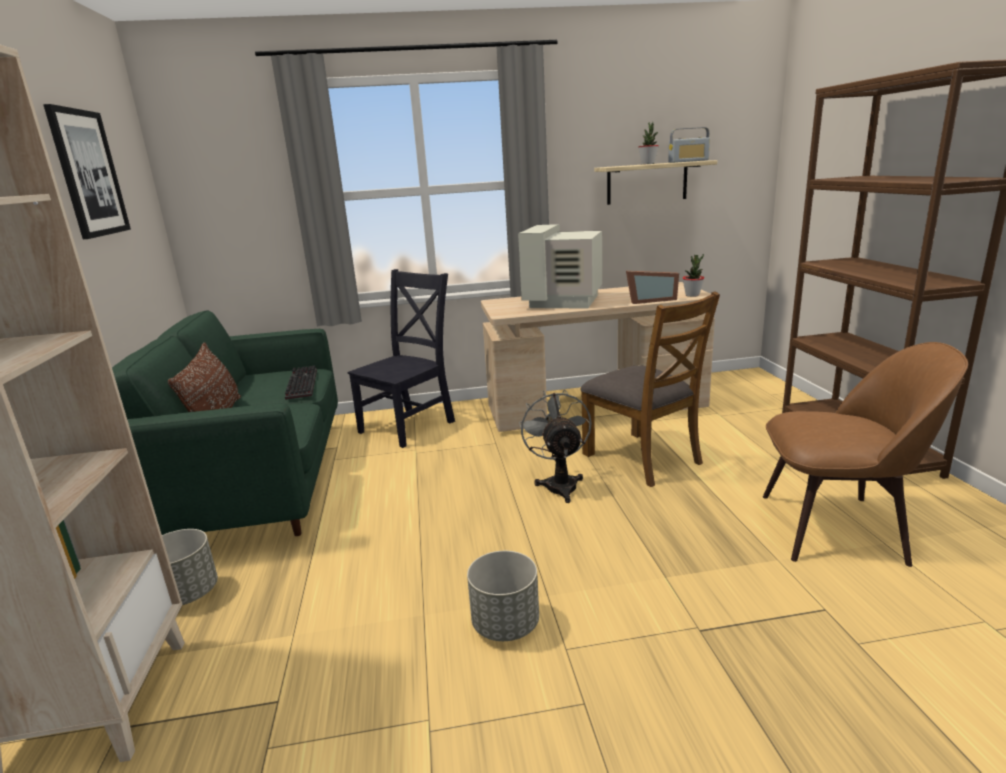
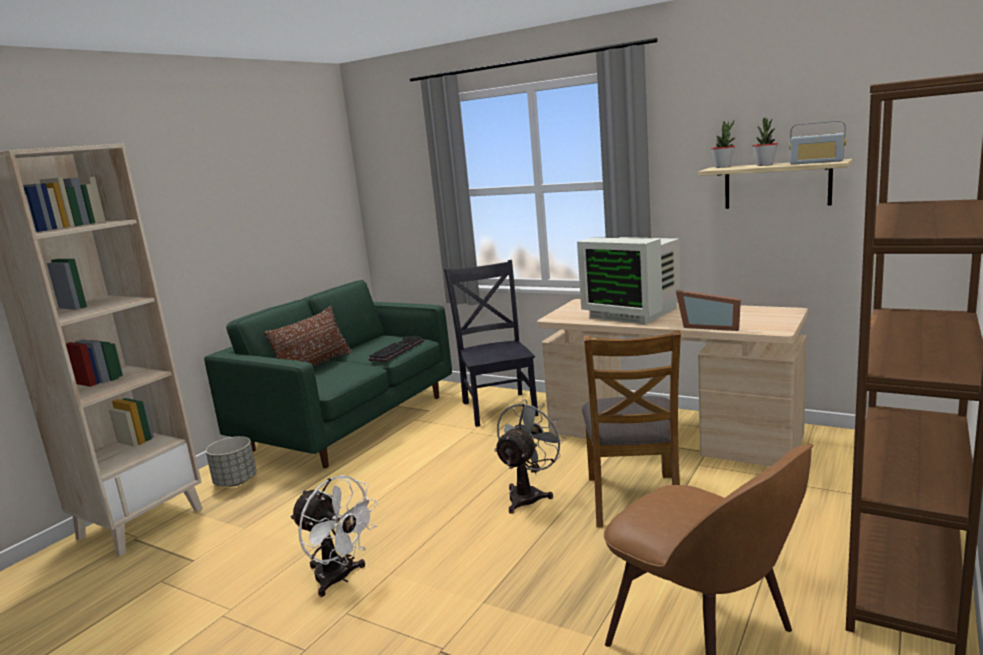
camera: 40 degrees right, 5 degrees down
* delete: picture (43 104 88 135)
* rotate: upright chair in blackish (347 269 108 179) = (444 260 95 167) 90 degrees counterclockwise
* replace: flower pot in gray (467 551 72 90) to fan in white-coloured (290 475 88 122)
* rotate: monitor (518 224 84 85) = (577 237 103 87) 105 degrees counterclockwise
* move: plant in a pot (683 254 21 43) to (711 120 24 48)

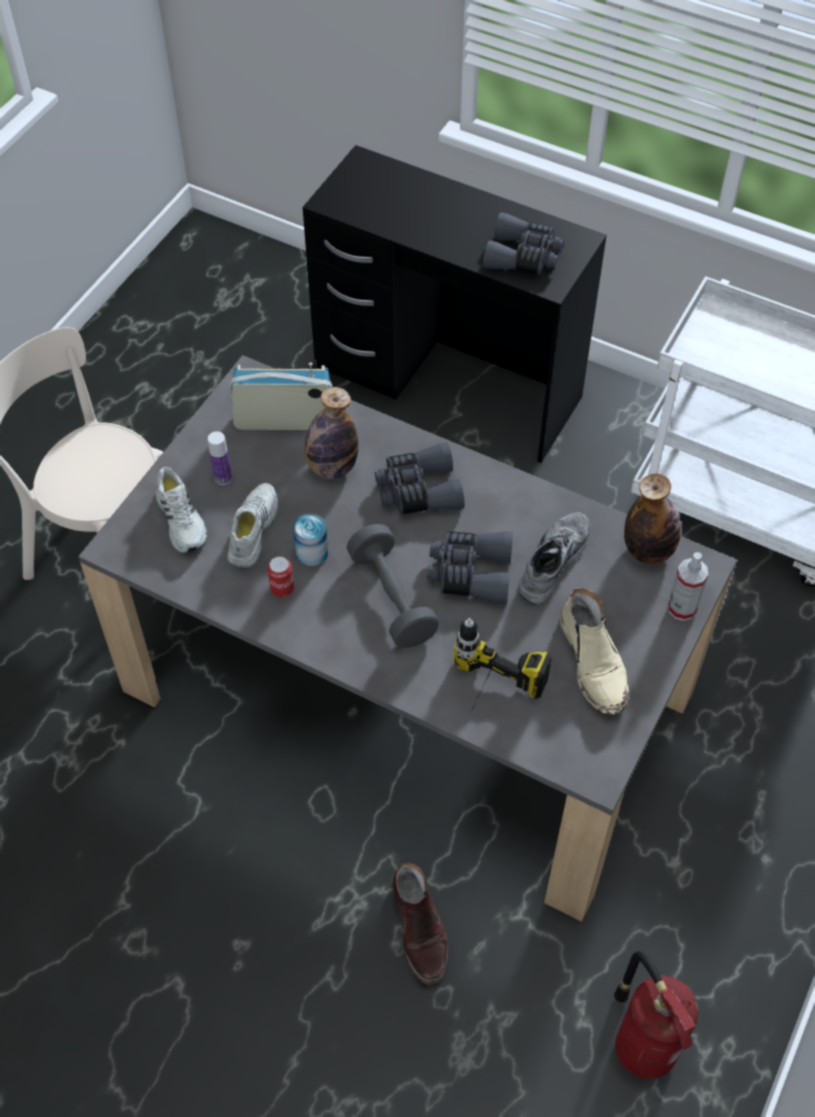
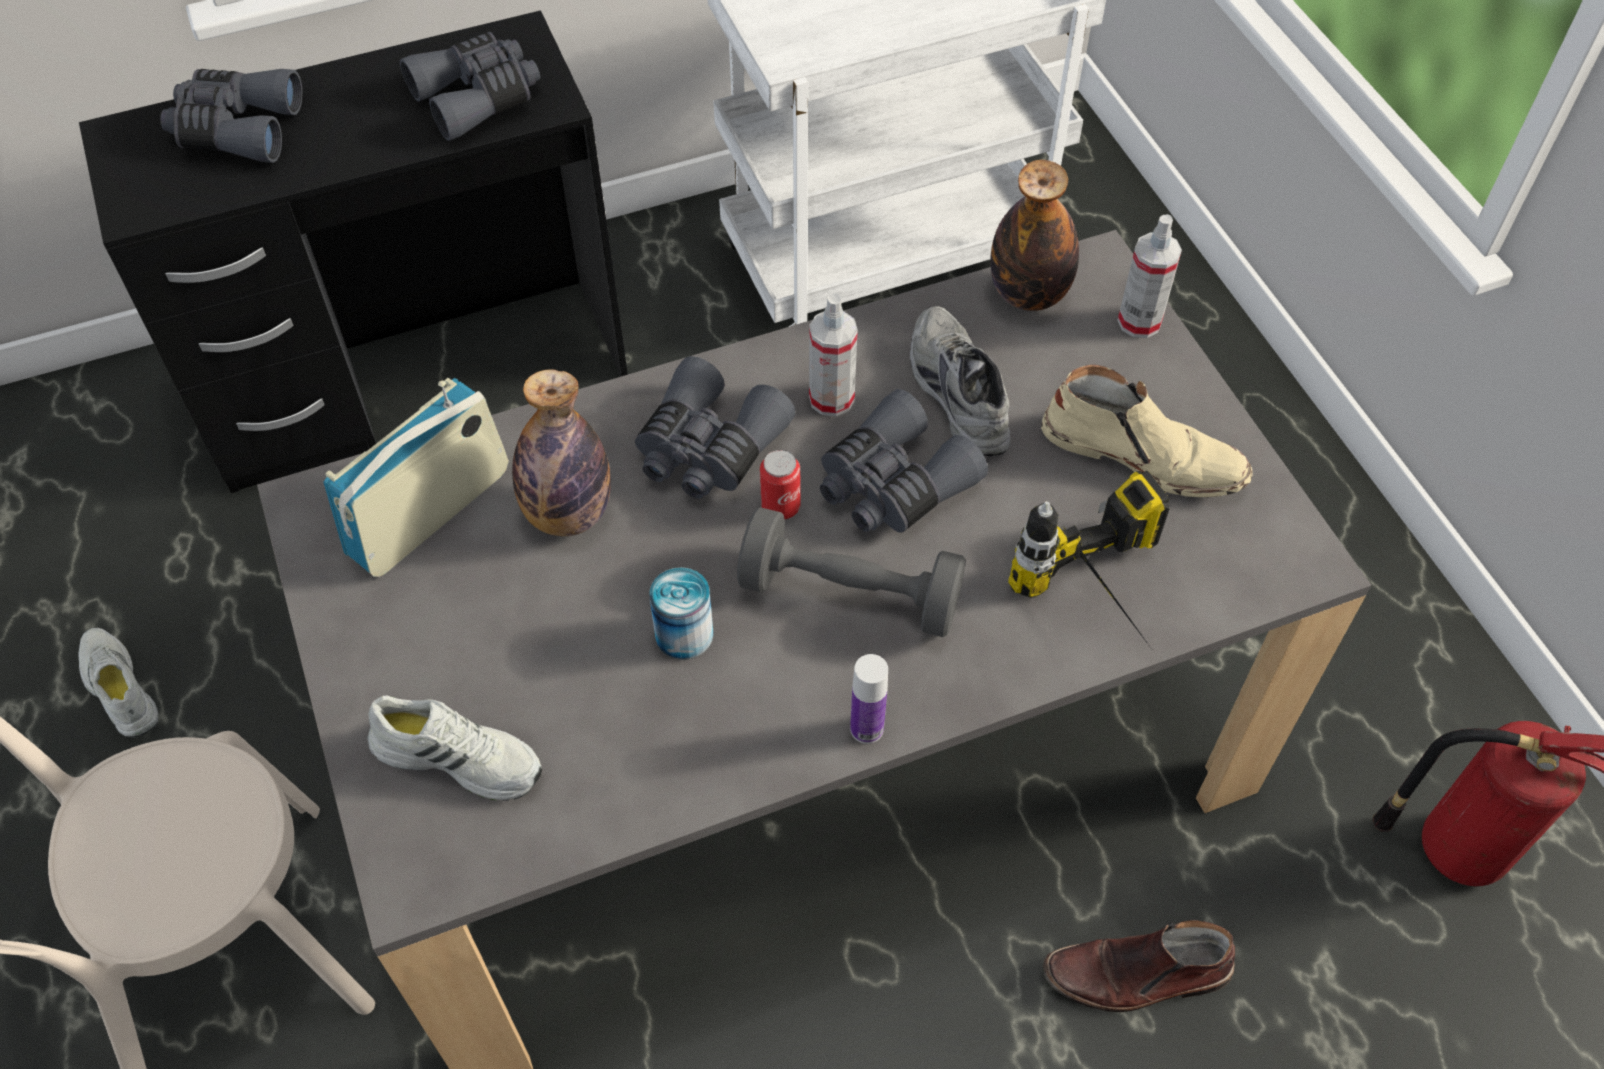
camera: 50 degrees left, 0 degrees up
* move: bottle (208 431 24 54) to (850 654 38 90)
* move: item of footwear in white-coloured (227 483 51 86) to (78 628 81 109)
* move: metal can (267 556 27 41) to (760 450 41 70)
* rotate: tall boot in brownish (392 862 56 122) = (1043 921 192 91) 150 degrees clockwise
* insert: binoculars in gray (160 69 143 94)
* insert: sprayer (809 293 49 124)

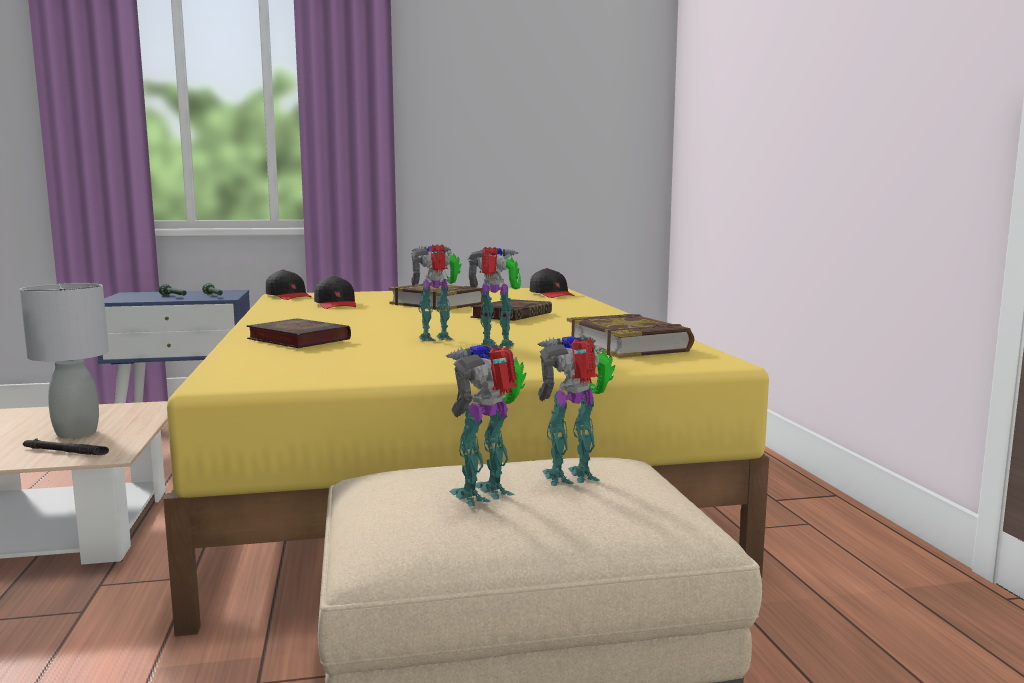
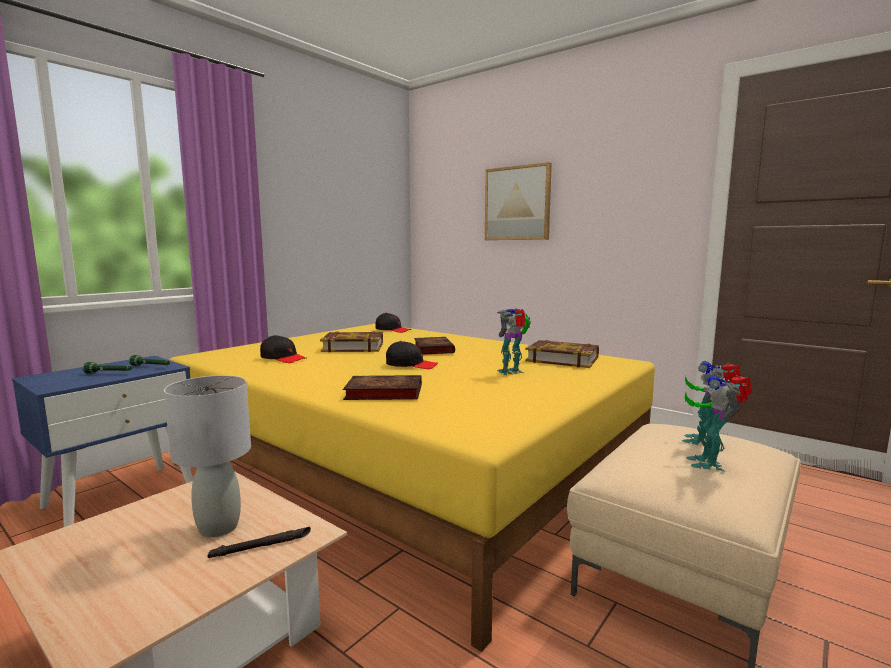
camera: 40 degrees left, 0 degrees up
* move: peaked cap in blackish (266 269 46 31) to (386 341 52 28)
* delete: toy robot (411 245 50 97)
* insert: picture (485 162 67 78)

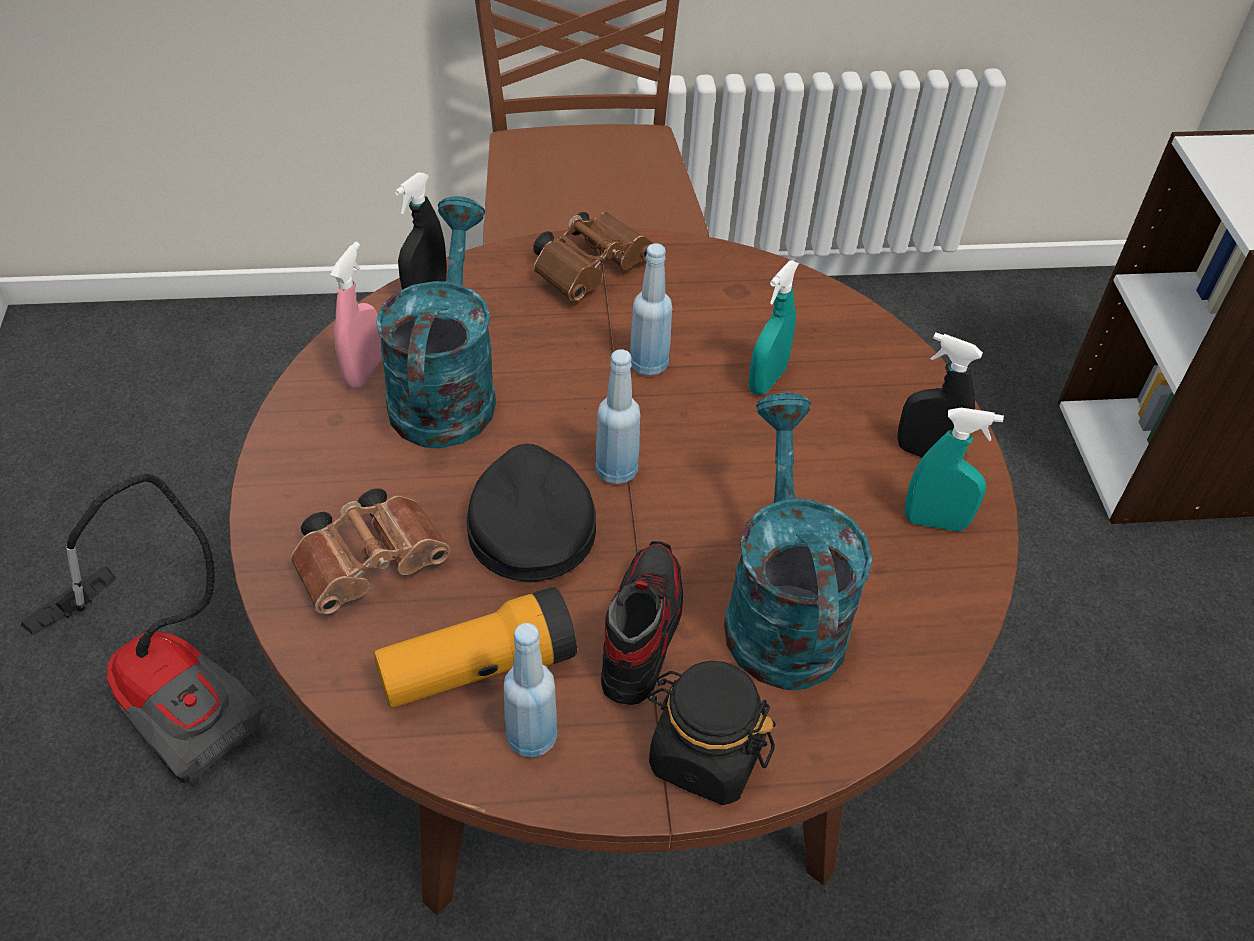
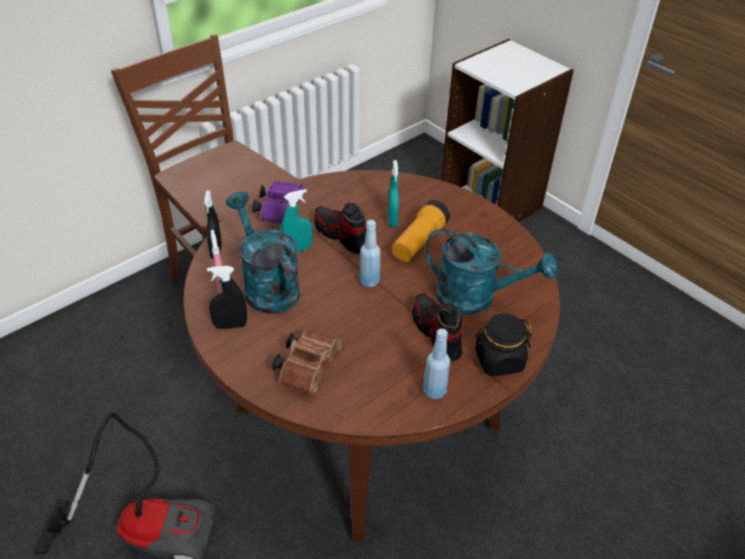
camera: 35 degrees left, 5 degrees down
* move: flashlight (374 587 203 121) to (392 200 58 62)
* delete: peaked cap in blackish (467 444 129 138)
* recolor: binoculars in brownish (533 212 120 89) to binoculars in purplish (252 181 52 42)
* replace: bottle in blue-coloured (630 243 42 133) to item of footwear (314 203 52 51)
* rotate: watering pot in blue-green (724 393 149 297) = (425 229 132 86) 150 degrees clockwise
* move: sprayer in blackish (897 332 86 125) to (207 266 40 63)
* move: sprayer in blue-green (905 408 99 123) to (281 189 32 63)

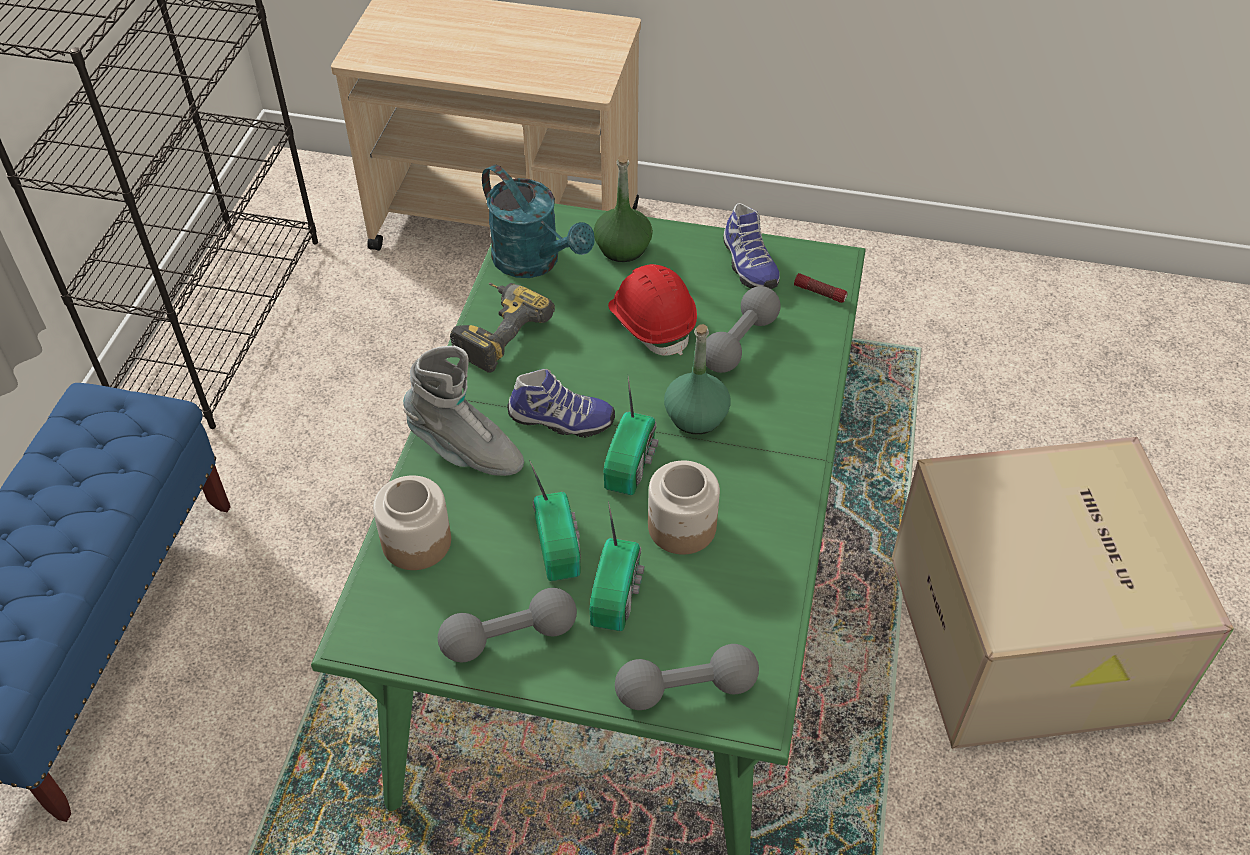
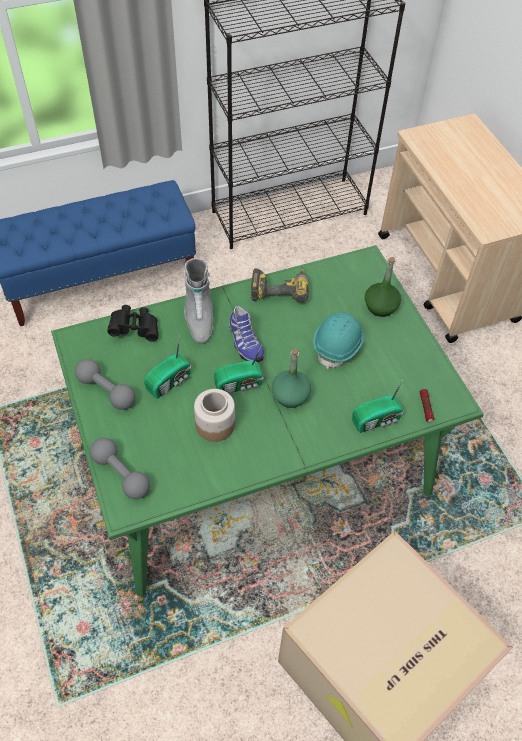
camera: 55 degrees right, 5 degrees up
* replace: preserve jar (373 475 78 95) to binoculars in blackish (108 305 51 37)
* delete: watering pot in blue-green (482 165 113 113)
* move: radio set (590 501 54 130) to (352 378 52 55)
* recolor: safety helmet in red (608 264 89 92) to safety helmet in blue-green (313 312 52 57)
* delete: hand weight in gray (706 286 75 87)
* delete: item of footwear (723 203 57 86)

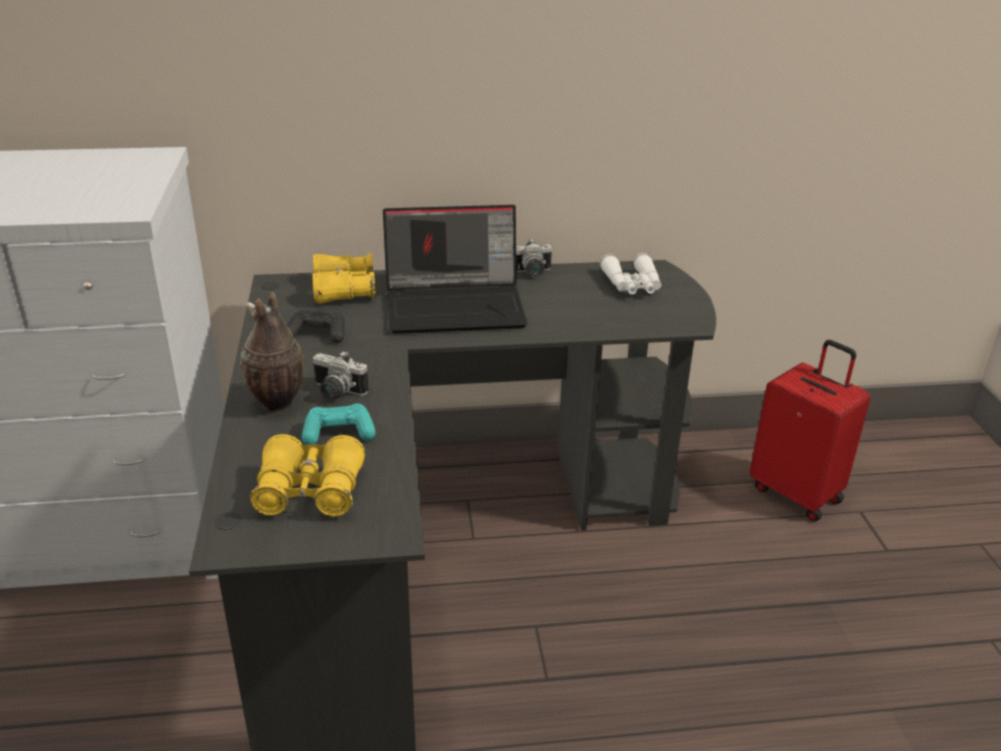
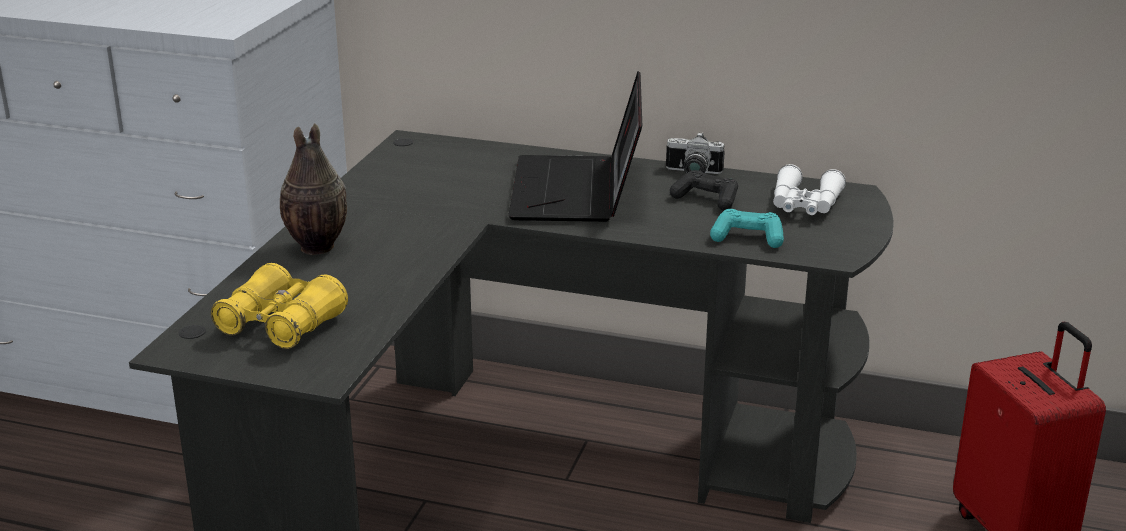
camera: 25 degrees right, 5 degrees down
* move: joypad in blackish (287 309 58 34) to (670 170 68 41)
* move: joypad in blue-green (302 404 74 41) to (710 209 74 39)
* delete: still camera (312 351 57 49)
* delete: binoculars in yellowish (313 253 63 51)
* rotate: portable computer (383 205 145 129) = (508 71 134 151) 75 degrees clockwise

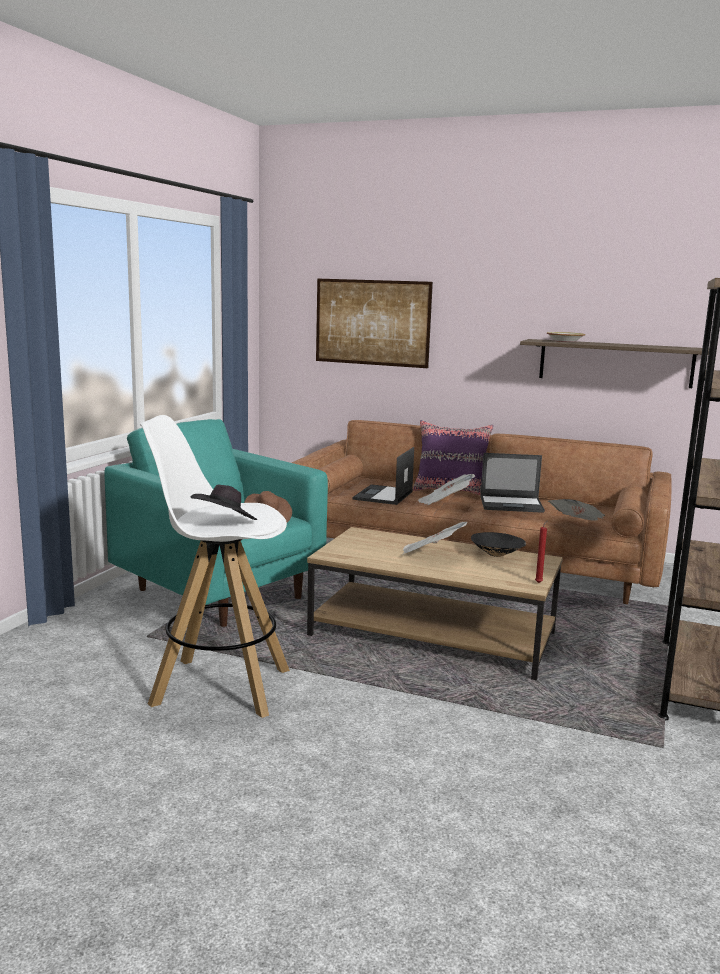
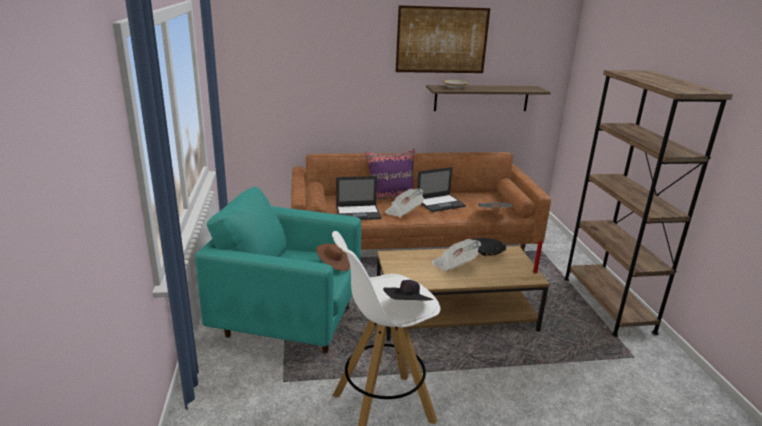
camera: 30 degrees left, 10 degrees up
* move: picture (316 279 117 89) to (395 5 95 68)
* rotate: portable computer (352 447 62 58) = (336 176 46 44) 90 degrees counterclockwise

